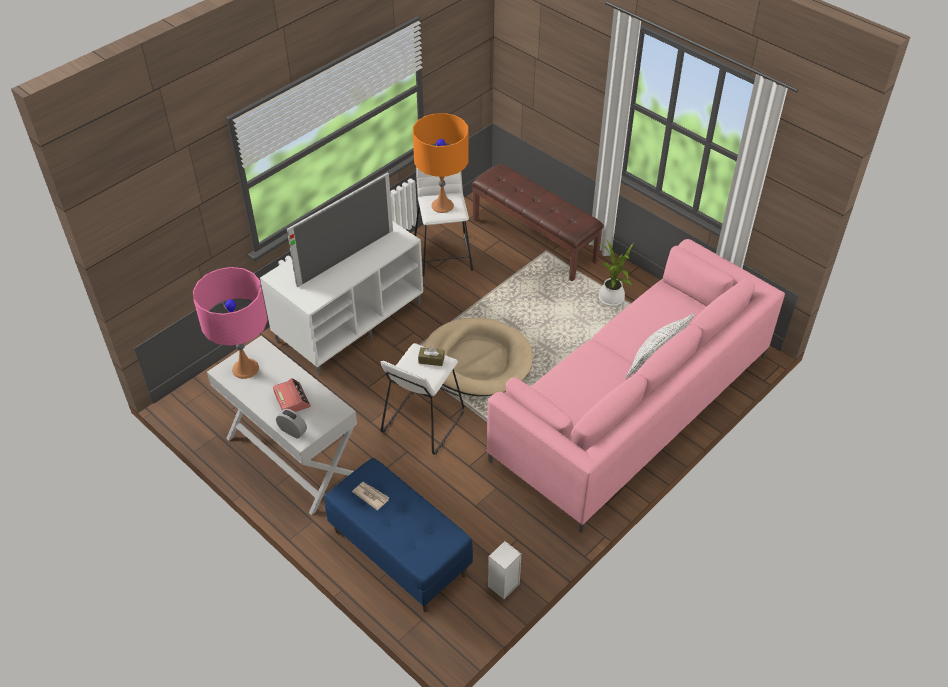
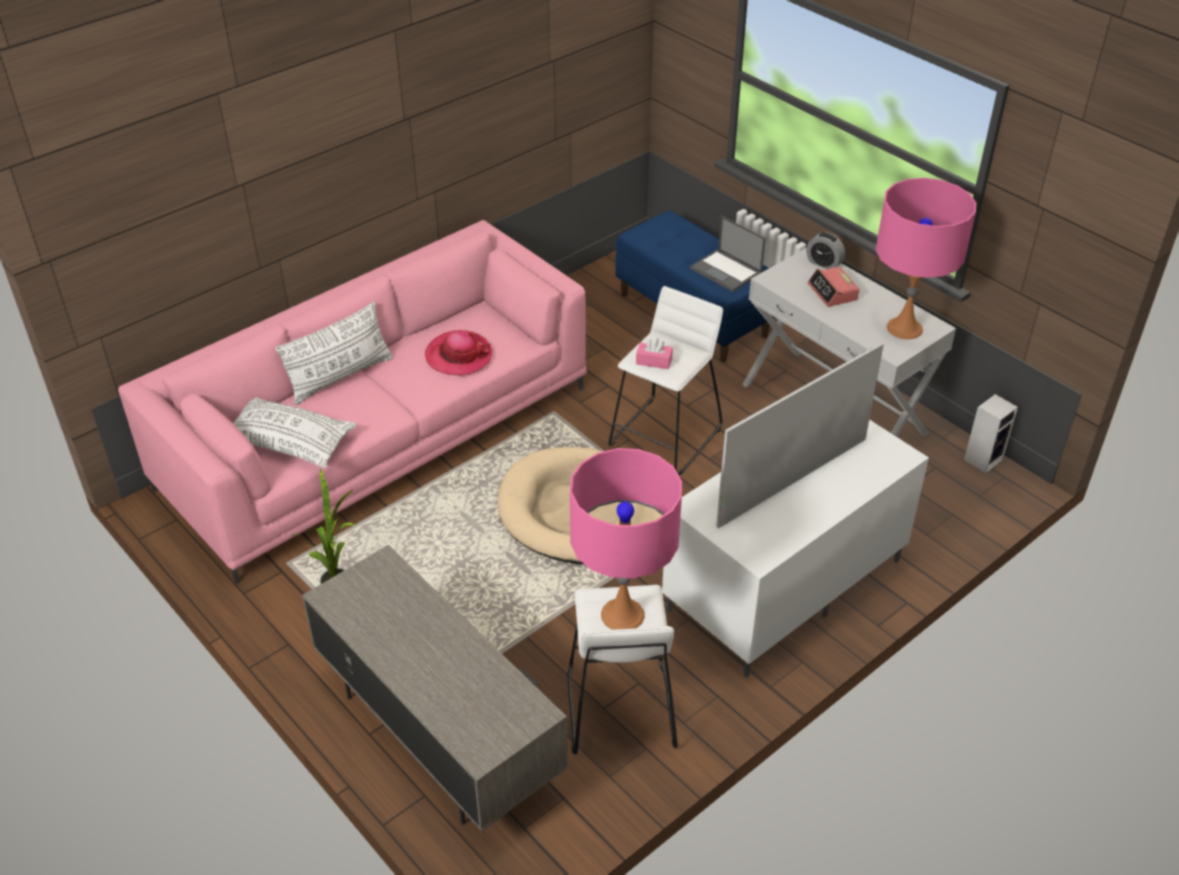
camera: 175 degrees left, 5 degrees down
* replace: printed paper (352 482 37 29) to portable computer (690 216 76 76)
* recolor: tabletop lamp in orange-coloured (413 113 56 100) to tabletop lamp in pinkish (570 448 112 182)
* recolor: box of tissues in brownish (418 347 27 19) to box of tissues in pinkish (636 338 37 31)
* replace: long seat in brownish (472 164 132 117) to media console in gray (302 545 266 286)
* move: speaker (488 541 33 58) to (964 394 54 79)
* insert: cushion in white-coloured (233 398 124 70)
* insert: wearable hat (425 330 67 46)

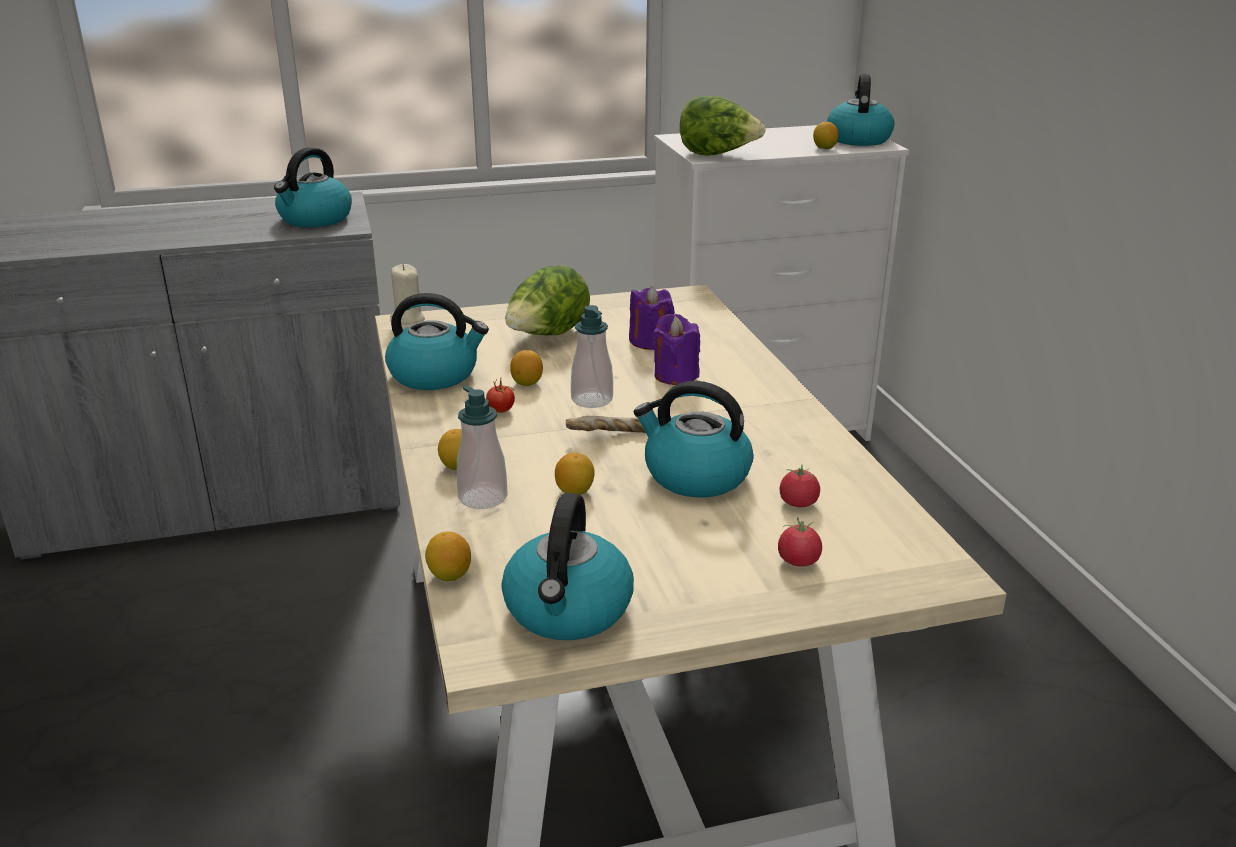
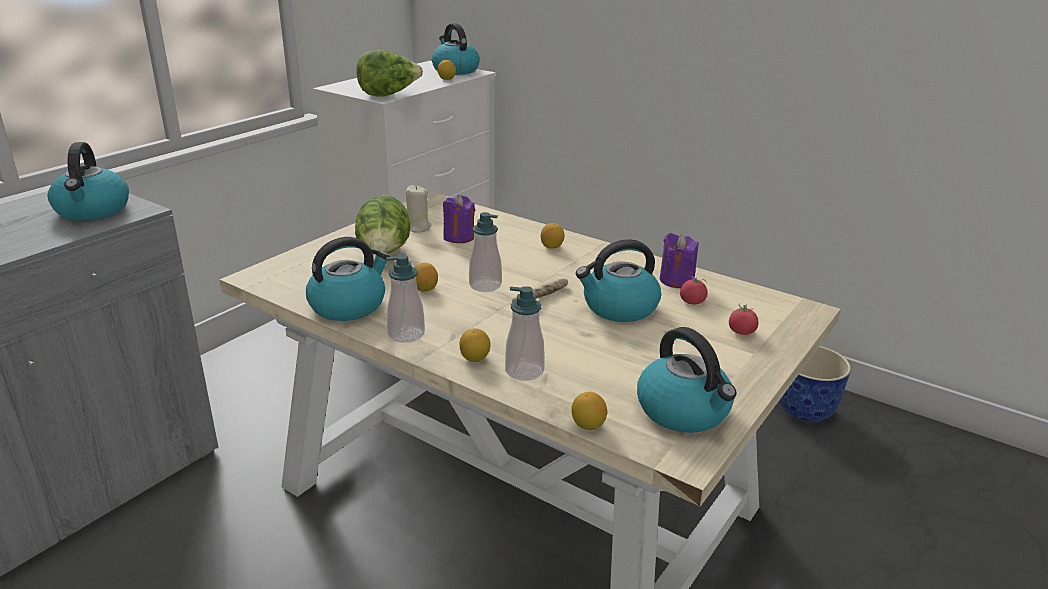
camera: 40 degrees left, 0 degrees up
* move: wax light in sand-coloured (390 264 35 61) to (406 185 26 48)
* delete: tomato (486 378 29 35)
* move: whole lemon (555 453 40 42) to (541 223 24 26)
* move: wax light in purplish (652 314 48 71) to (660 233 39 55)
* insert: liquid soap bottle (386 254 39 89)
* insert: flower pot (779 346 72 76)

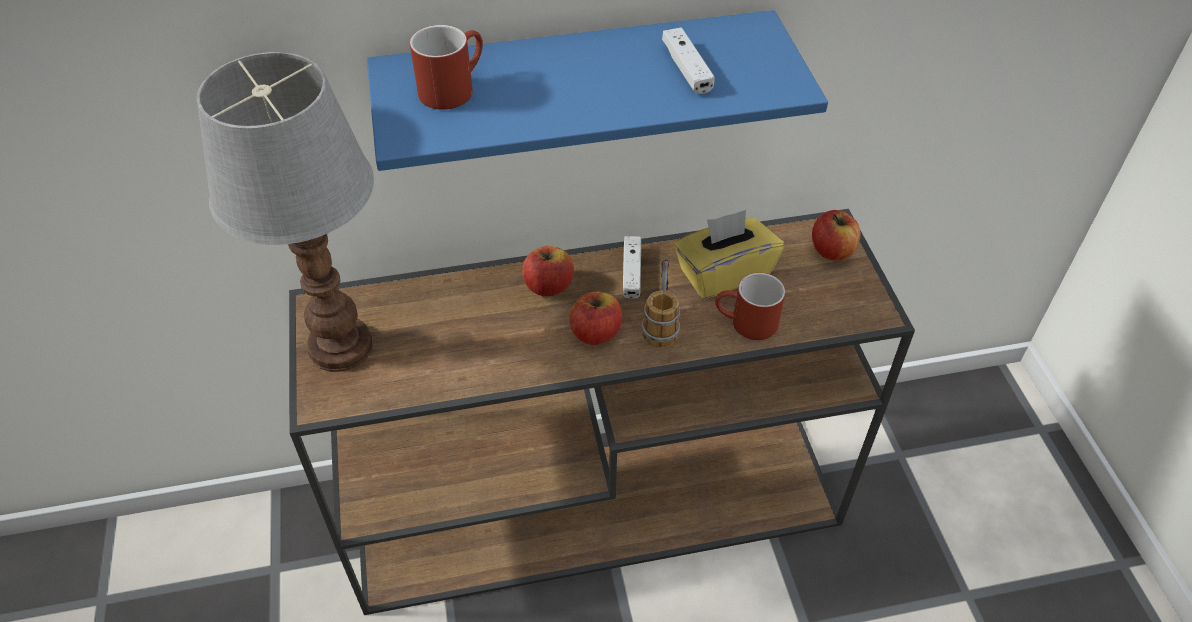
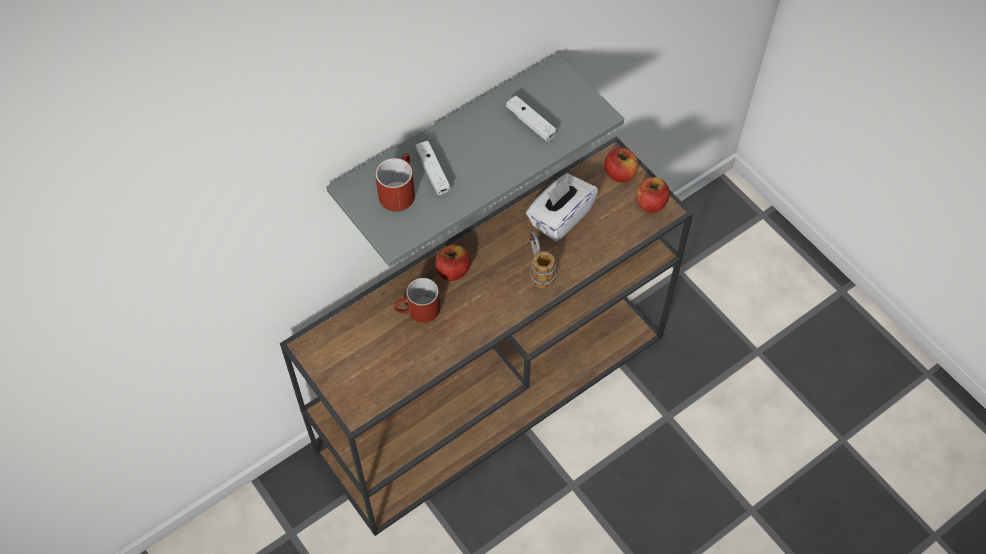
camera: 25 degrees left, 10 degrees up
* delete: tabletop lamp (197 52 177 320)
* recolor: shelf in blue-coloured (367 10 461 161) to shelf in gray (326 53 298 214)
* move: apple (570 292 52 53) to (636 177 34 36)
* move: joypad in white-coloured (623 236 18 62) to (415 141 35 54)
* recolor: box of tissues in yellowish (674 210 110 89) to box of tissues in white-coloured (526 173 72 69)
* move: mug in red (715 273 70 68) to (394 278 46 45)

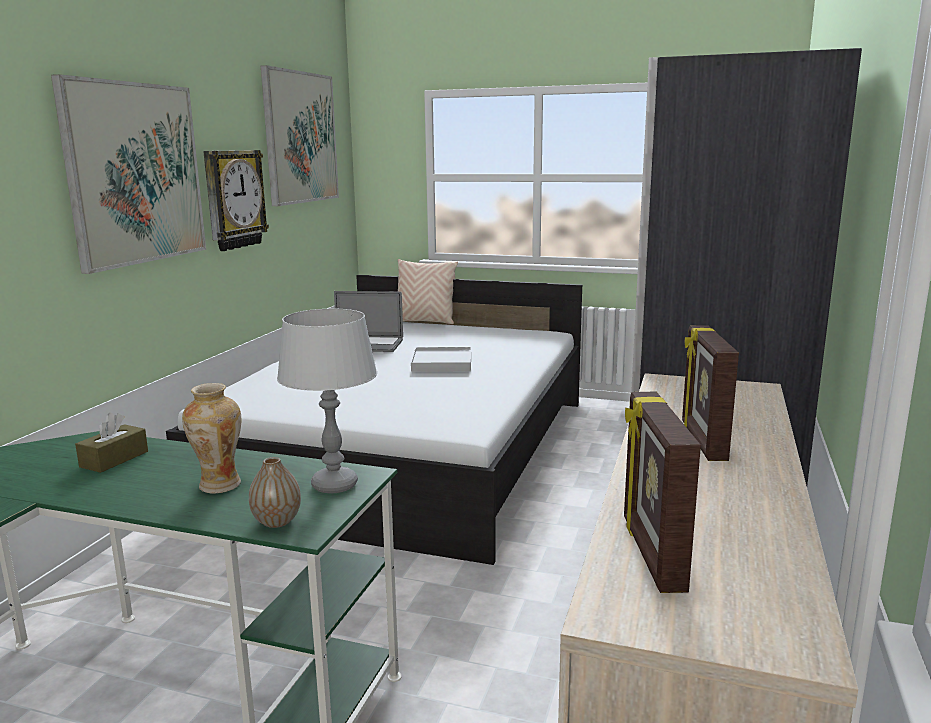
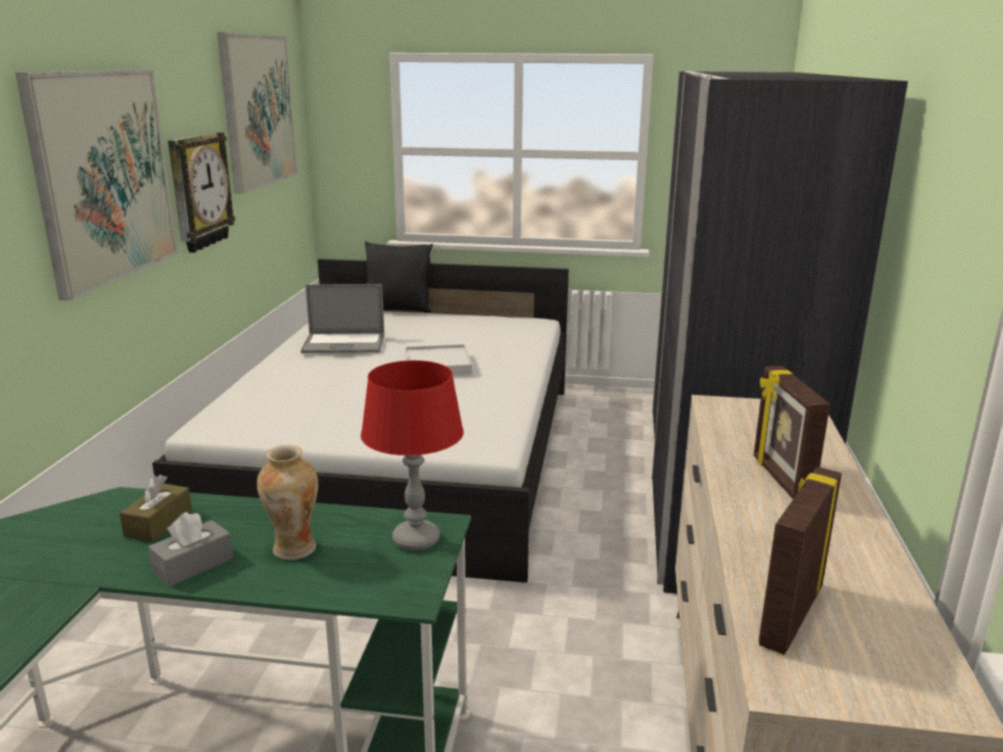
camera: 10 degrees left, 5 degrees up
* delete: decorative vase (249 457 52 71)
* recolor: tabletop lamp in gray (277 309 100 185) to tabletop lamp in red (361 360 103 191)
* recolor: cushion in sand-coloured (398 259 60 65) to cushion in blackish (365 241 68 72)
* rotate: picture frame (624 392 77 201) = (759 467 83 188) 45 degrees clockwise
* insert: box of tissues in gray (148 512 86 75)

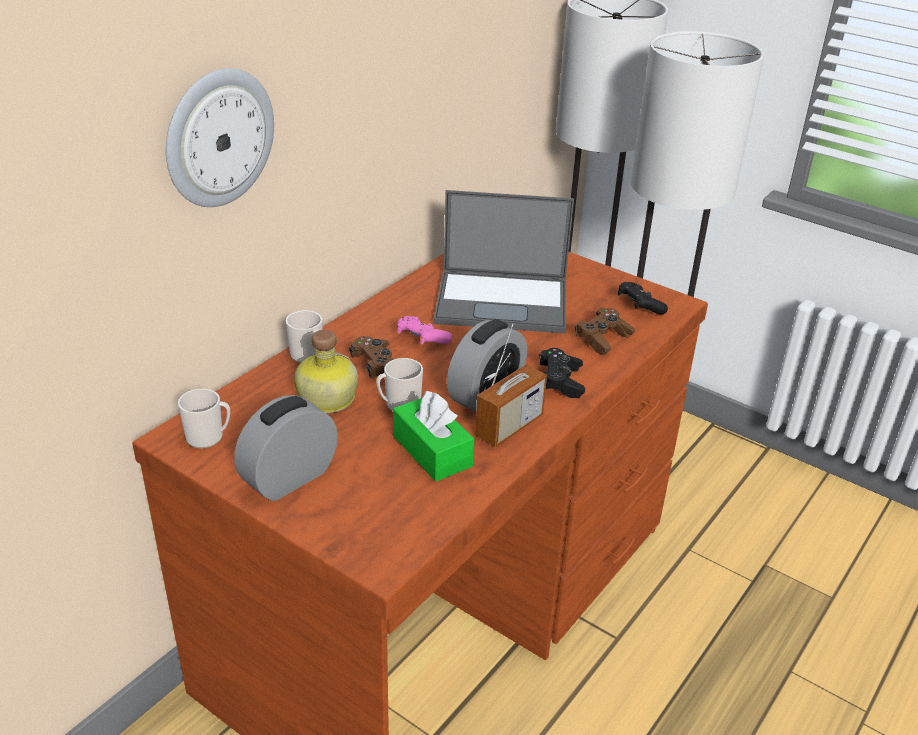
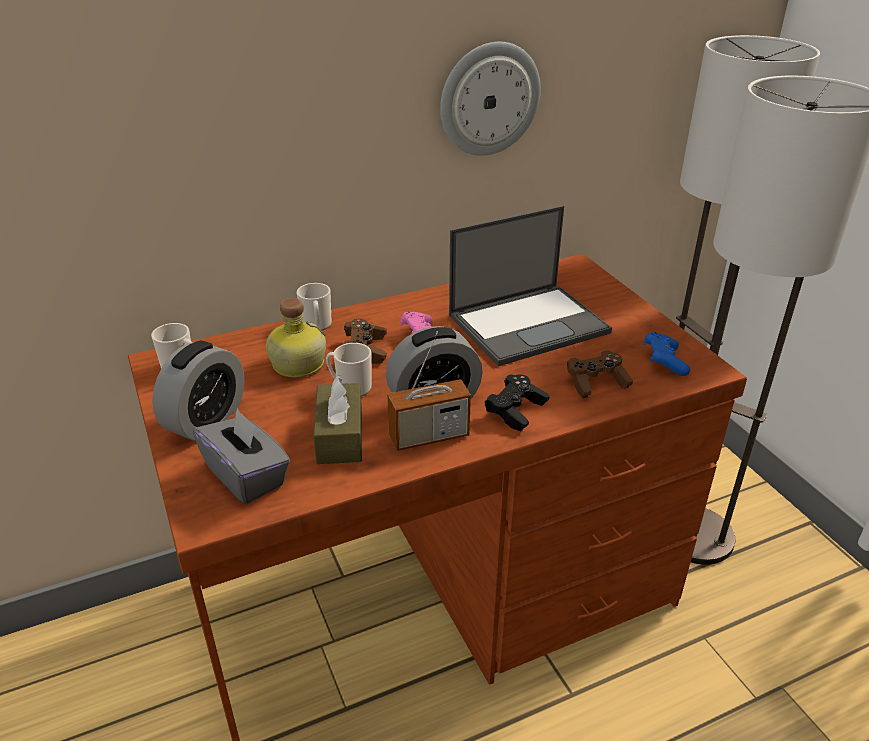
camera: 30 degrees right, 0 degrees up
* move: hanging clock (166 68 108 139) to (440 42 101 114)
* rotate: alarm clock (234 395 104 106) = (152 341 93 100) 135 degrees clockwise
* recolor: box of tissues in greenish (393 391 81 90) to box of tissues in brownish (313 375 49 89)
* rotate: portable computer (434 190 140 143) = (449 206 163 160) 60 degrees counterclockwise
* recolor: joypad in blackish (618 282 50 33) to joypad in blue-coloured (643 332 47 44)
* insert: box of tissues in gray (193 408 97 96)

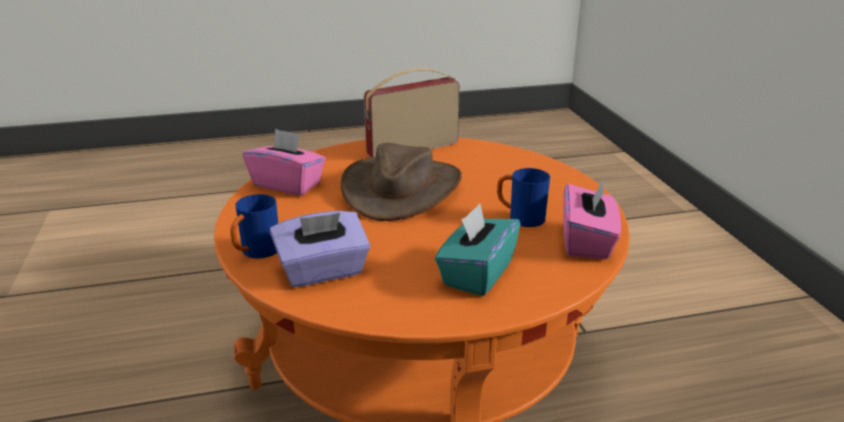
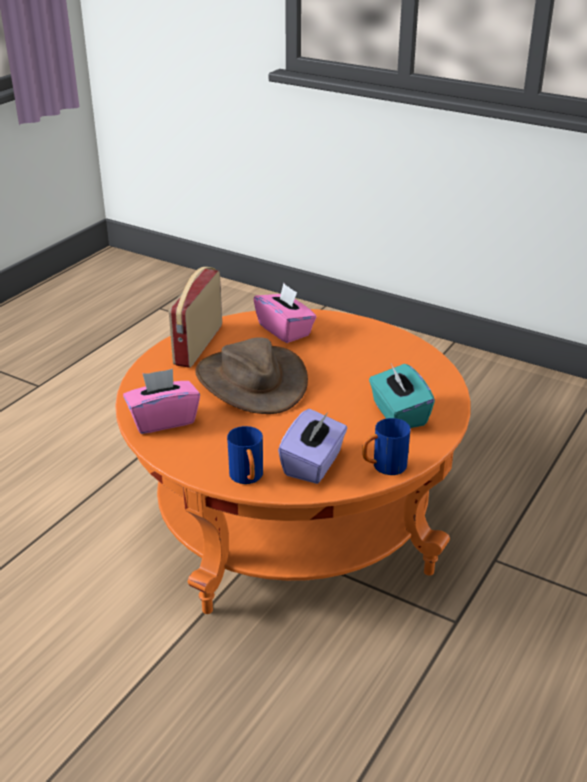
camera: 45 degrees left, 5 degrees up
* move: mug in blue-coloured (497 168 53 59) to (362 418 49 57)
* move: box of tissues in pinkish (563 179 58 80) to (253 283 63 60)

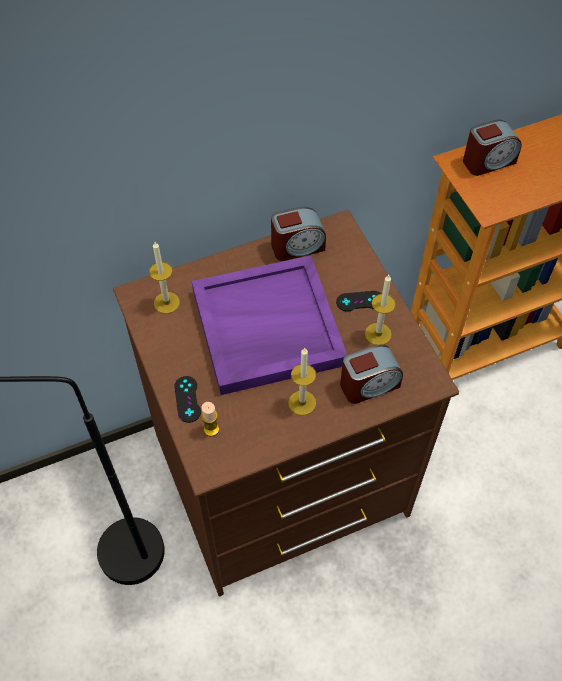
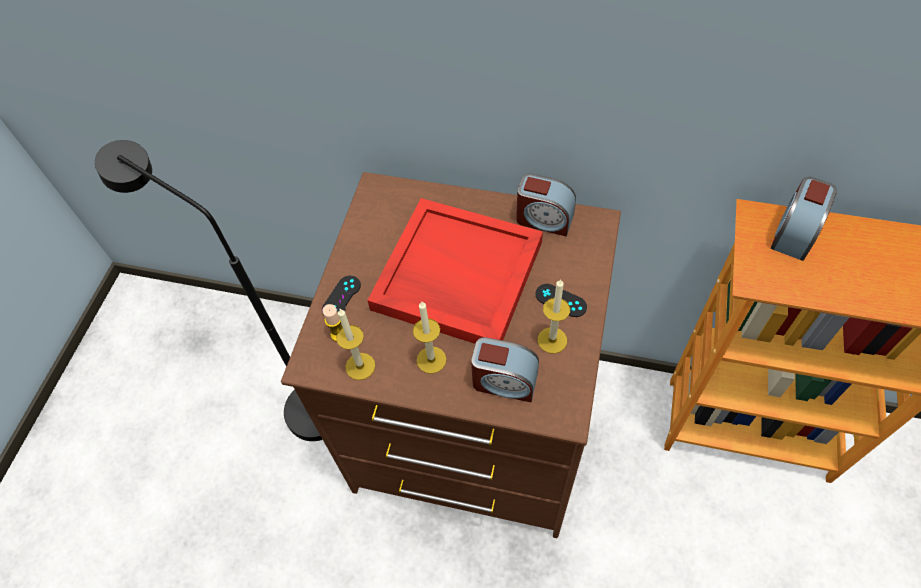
camera: 40 degrees right, 0 degrees up
* move: wax light (149 242 31 72) to (336 309 39 71)
* recolor: carrying tray in purplish (192 255 155 140) to carrying tray in red (367 198 176 146)
* rotate: alarm clock (463 120 59 56) = (771 177 66 84) 105 degrees clockwise

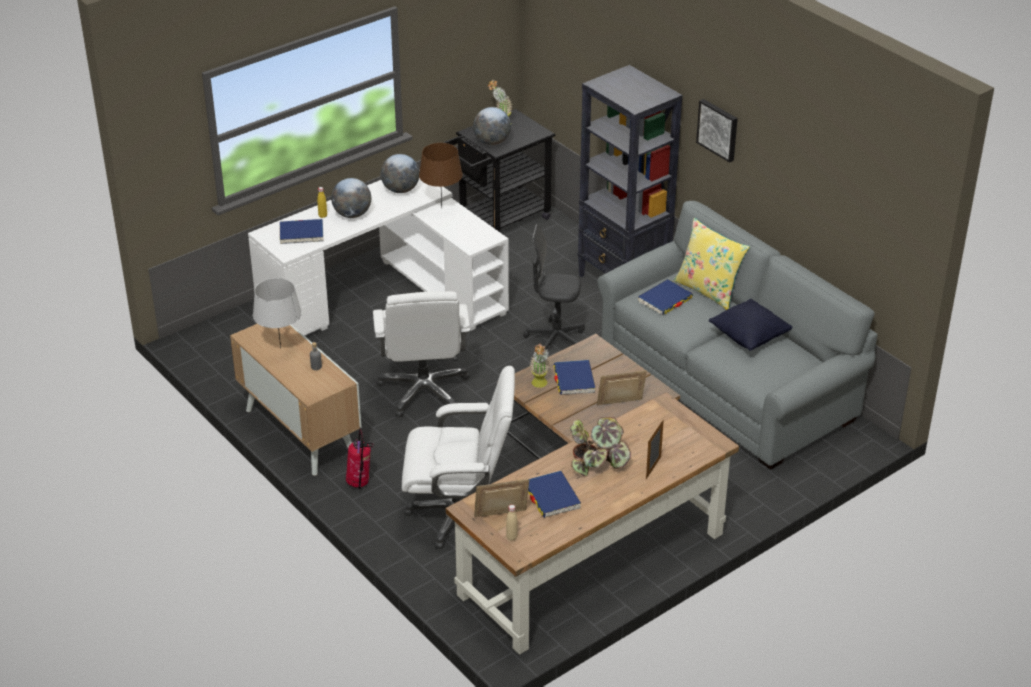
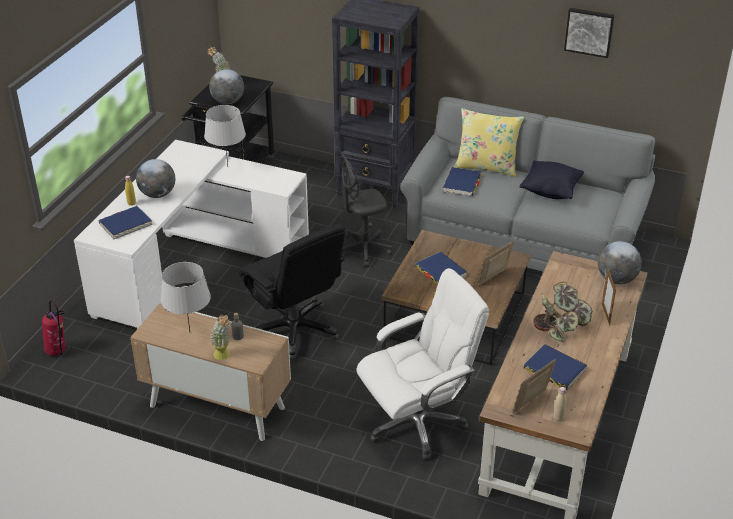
camera: 30 degrees left, 0 degrees up
* move: extinguisher (346 429 27 60) to (42 300 23 56)
* recolor: desk chair in white-coloured (373 291 97 126) to desk chair in blackish (239 224 106 136)
* move: world globe (380 154 40 39) to (598 241 44 43)
* recolor: tabletop lamp in brownish (419 143 44 65) to tabletop lamp in gray (204 105 42 61)
* move: plant in a pot (530 343 20 45) to (210 314 21 46)
* move: picture (696 99 42 64) to (564 8 50 50)

